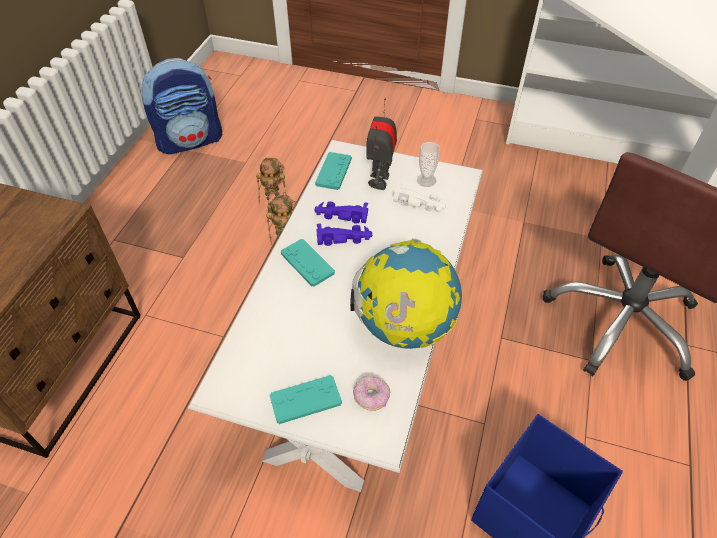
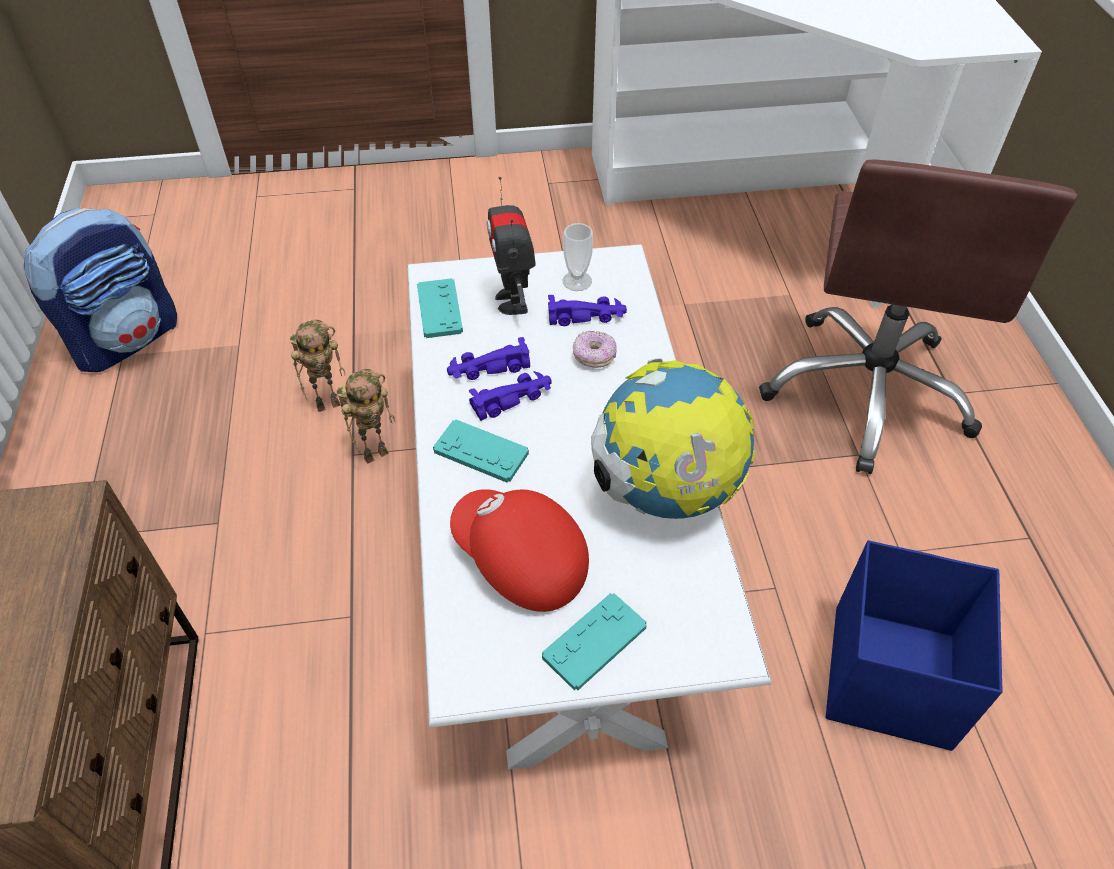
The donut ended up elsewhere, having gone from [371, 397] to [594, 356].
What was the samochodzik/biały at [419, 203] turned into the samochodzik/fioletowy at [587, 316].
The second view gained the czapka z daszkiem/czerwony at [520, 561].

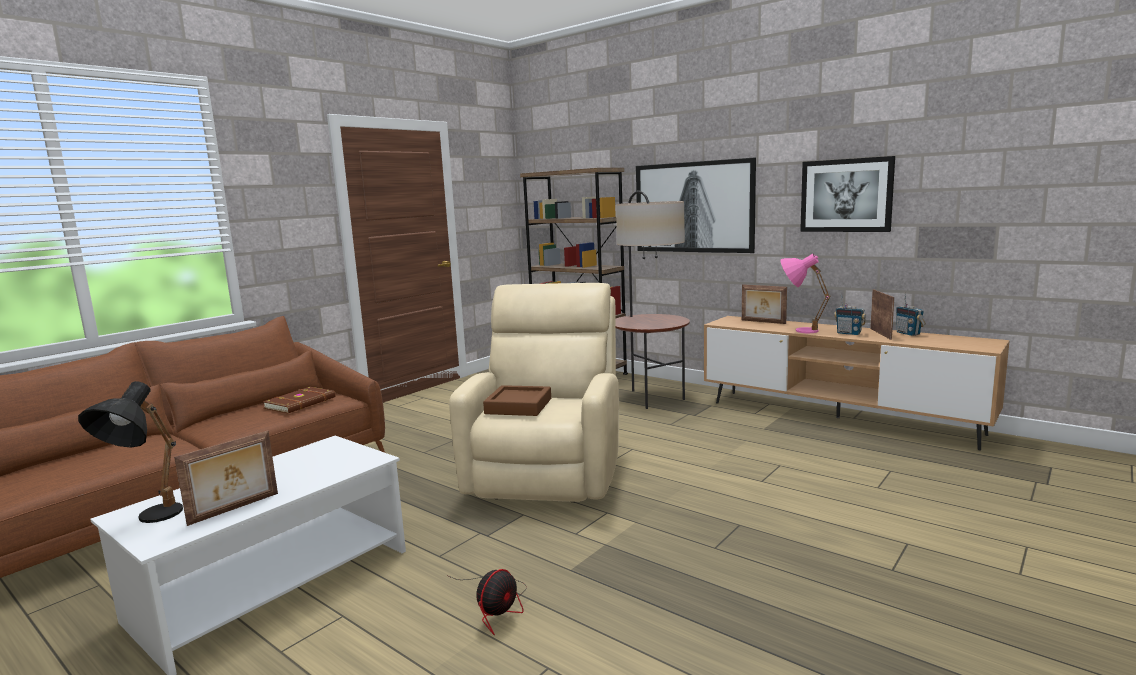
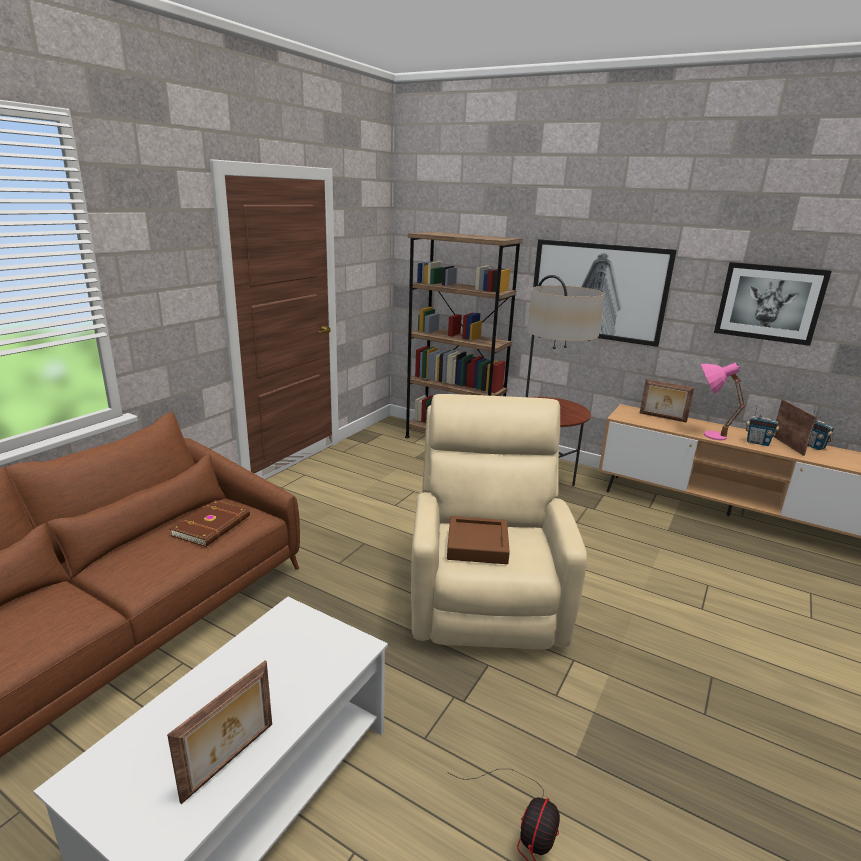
The second view lost the lampa stołowa/czarny at [148, 520].

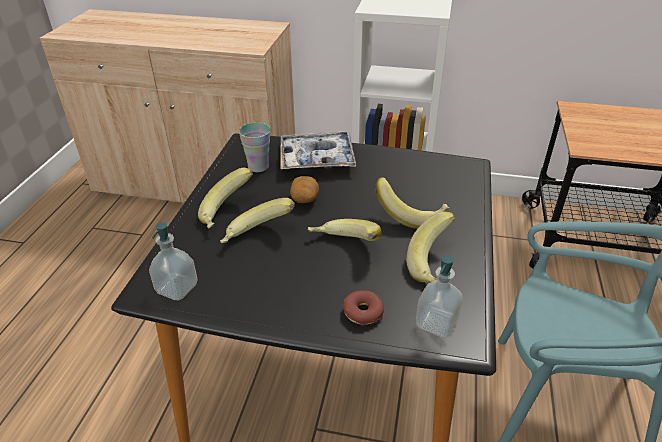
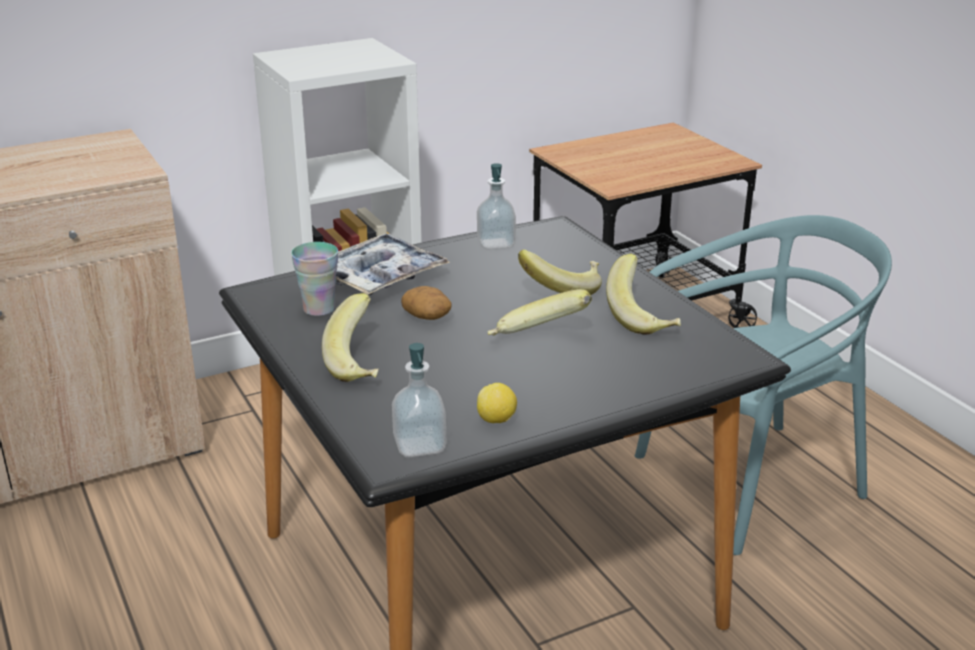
The second view lost the banan at [258, 237].
The second view lost the donut at [363, 312].
The dozownik mydła ended up elsewhere, having gone from [436, 323] to [496, 243].
The second view gained the cytryna at [496, 420].

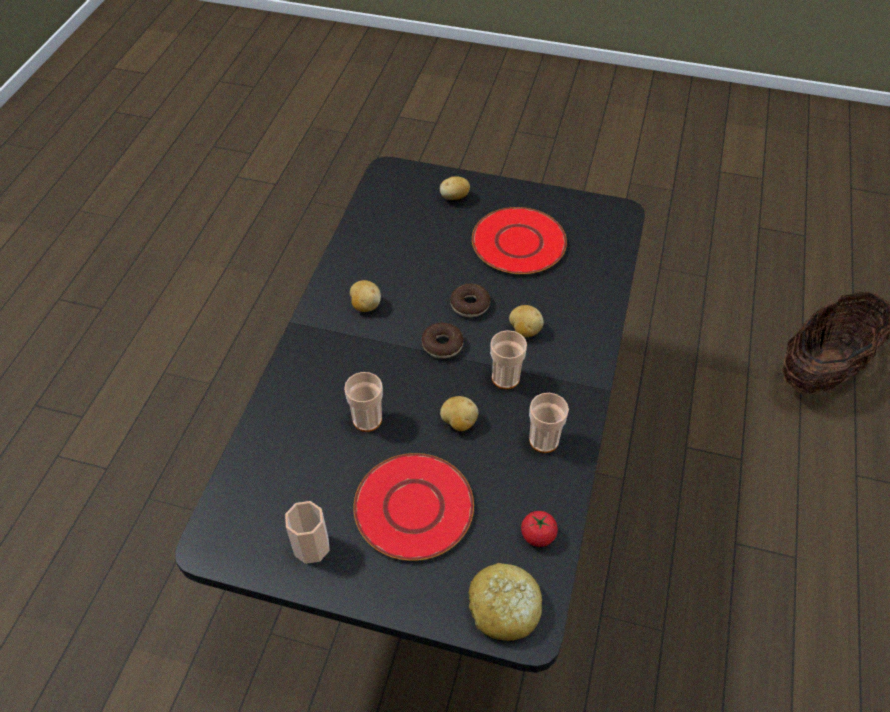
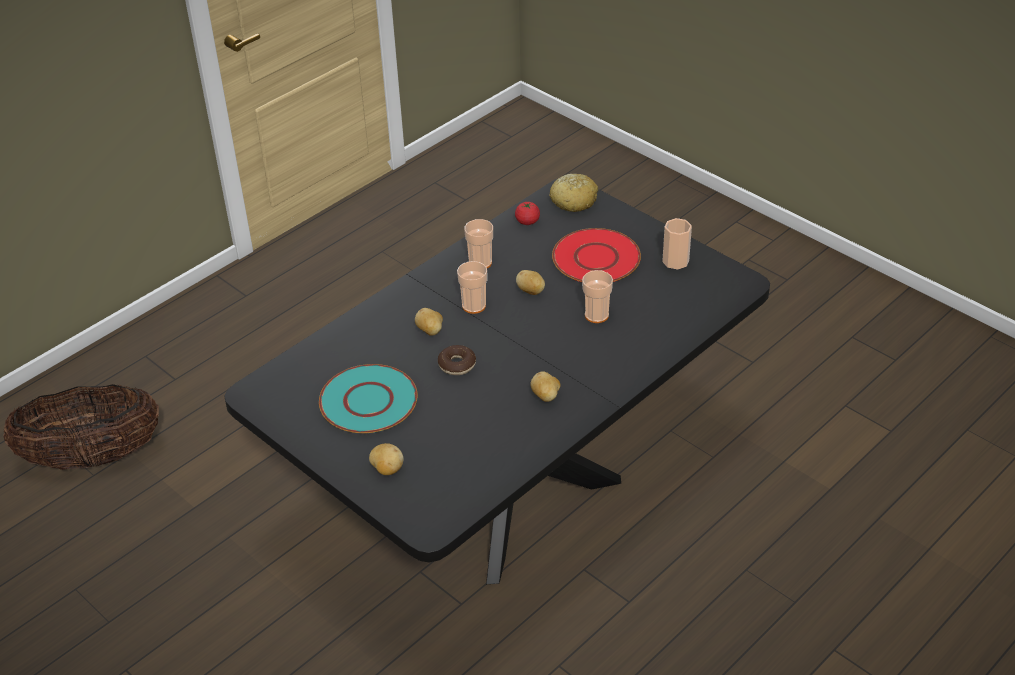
The second view lost the donut at [442, 345].
What was the talerz/czerwony at [519, 243] turned into the talerz/turkusowy at [368, 400].

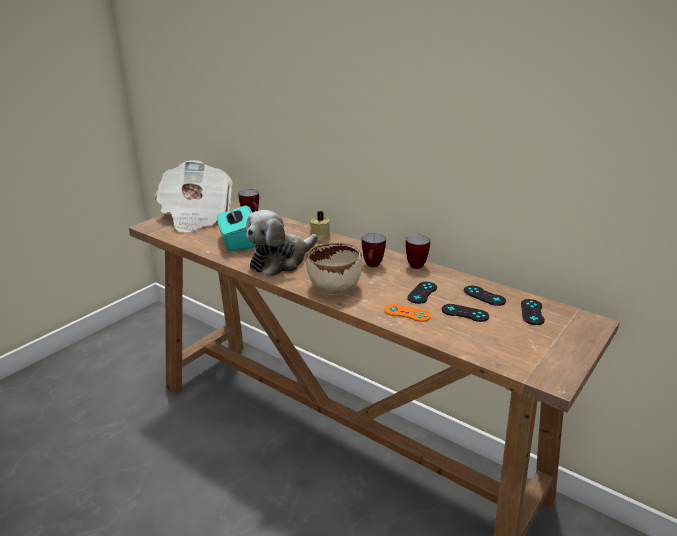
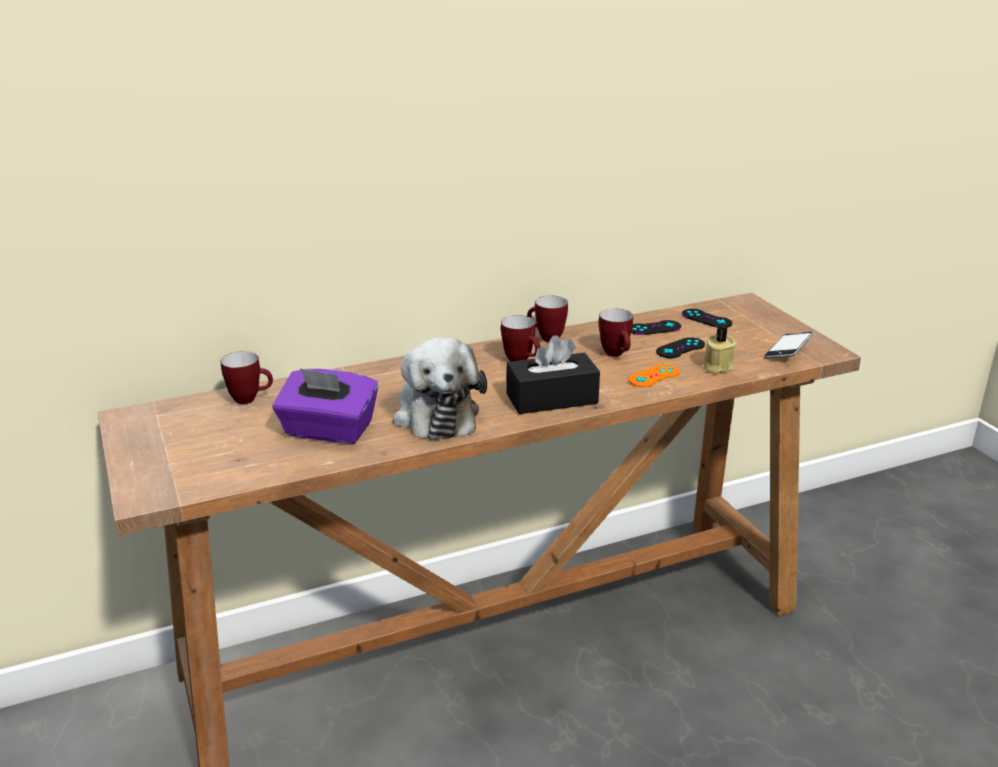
The second view lost the gazeta at [196, 216].
What was the pudełko chusteczek/turkusowy at [237, 242] turned into the pudełko chusteczek/fioletowy at [328, 431].
Where the miska/beżowy stood at [334, 287], the pudełko chusteczek/czarny came to stand at [552, 399].
The świeca/beżowy ended up elsewhere, having gone from [319, 236] to [716, 367].
Where the pad do gier/czarny stood at [422, 293], the kubek came to stand at [617, 355].
The second view gained the telefon at [788, 350].

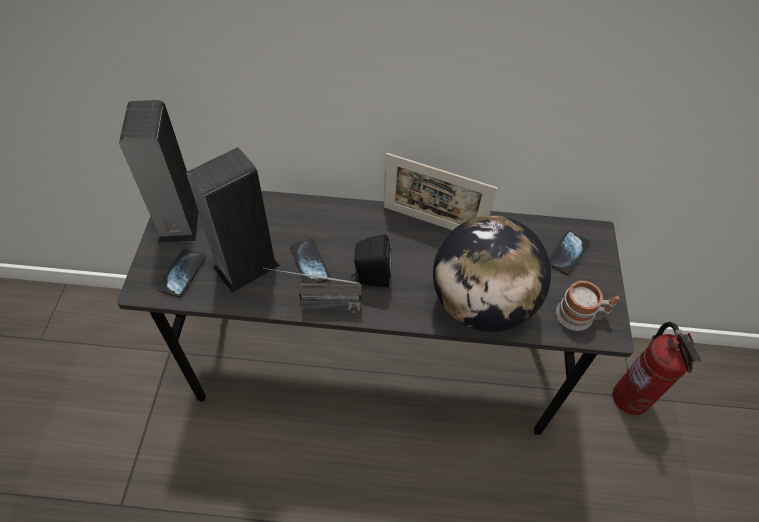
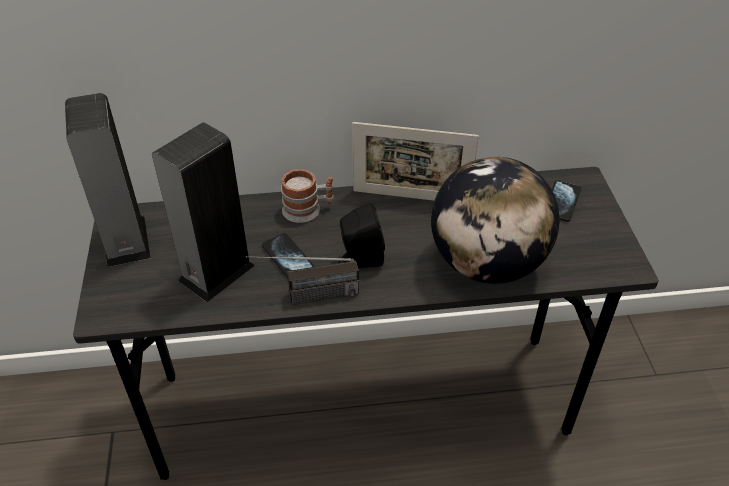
The second view lost the telefon at [182, 273].
The kubek ended up elsewhere, having gone from [581, 315] to [308, 209].
The second view lost the gaśnica at [631, 398].

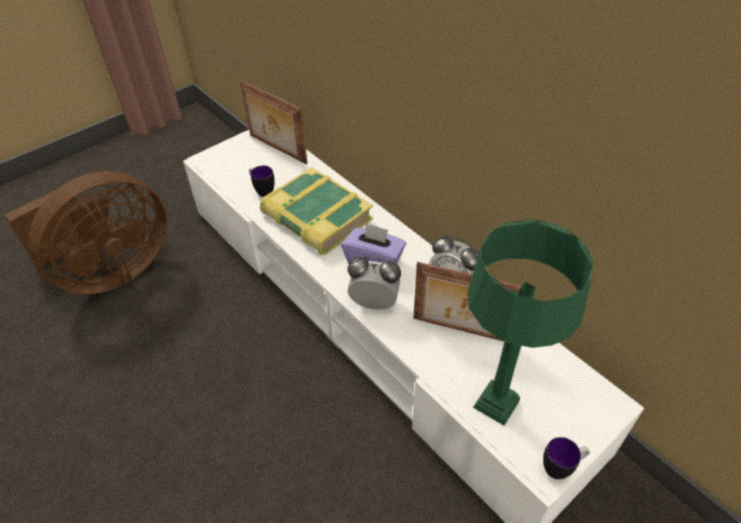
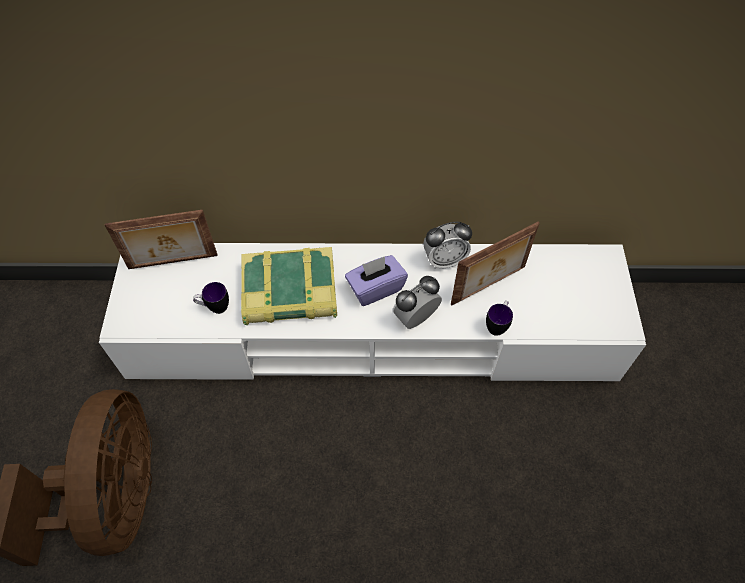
The second view lost the lampa stołowa/zielony at [497, 403].
The kubek ended up elsewhere, having gone from [561, 467] to [497, 325].

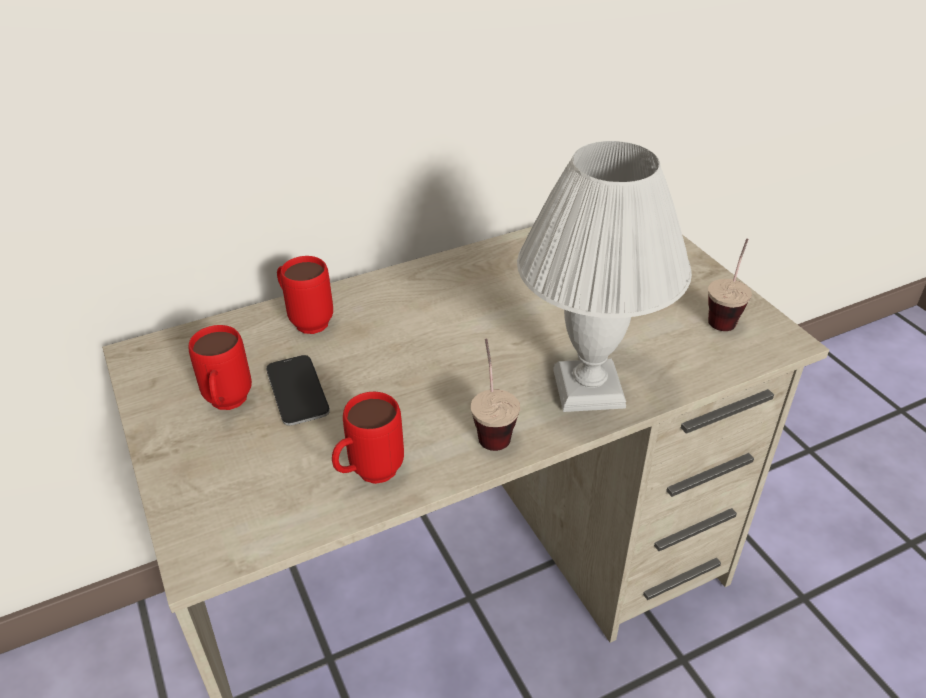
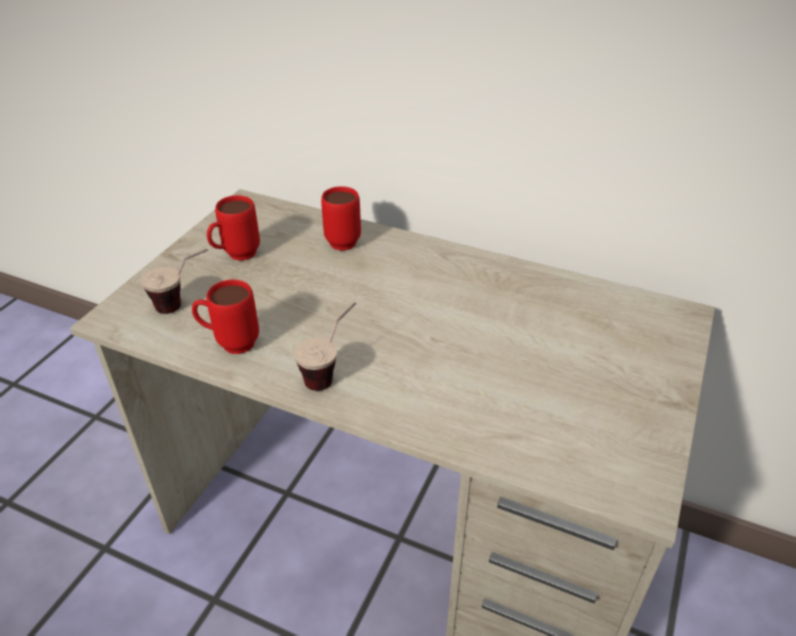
The second view lost the telefon at [297, 391].
The second view lost the lampa stołowa/biały at [586, 389].
The filiżanka ended up elsewhere, having gone from [725, 314] to [184, 304].

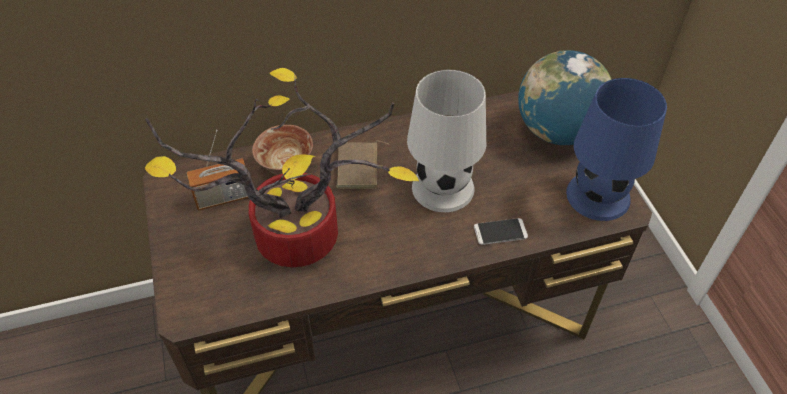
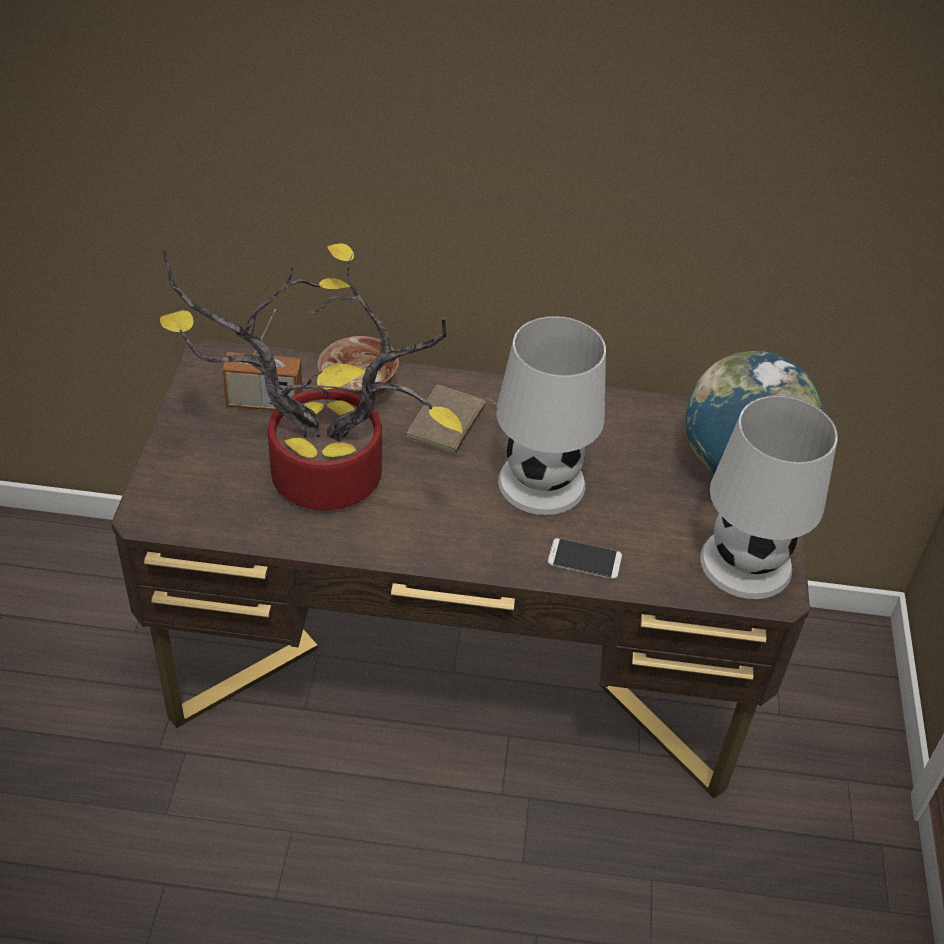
What was the lampa stołowa/niebieski at [599, 196] turned into the lampa stołowa/biały at [747, 564].

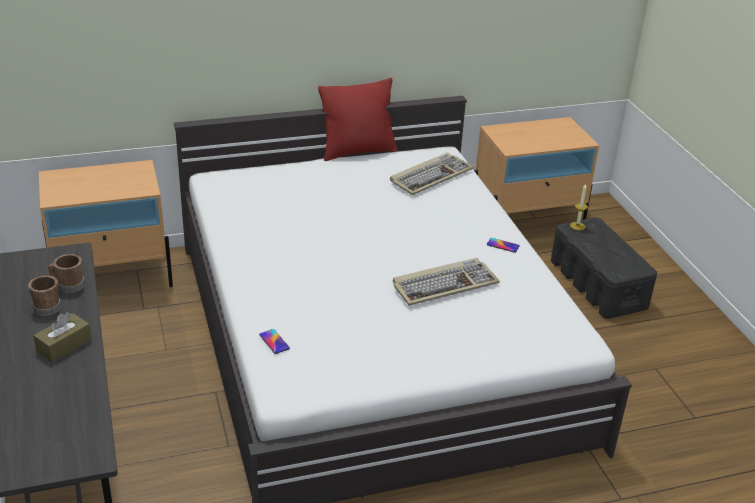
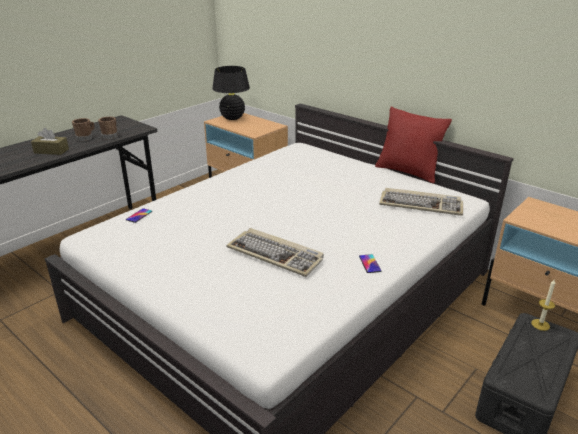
The second view gained the lampa stołowa/czarny at [232, 118].

